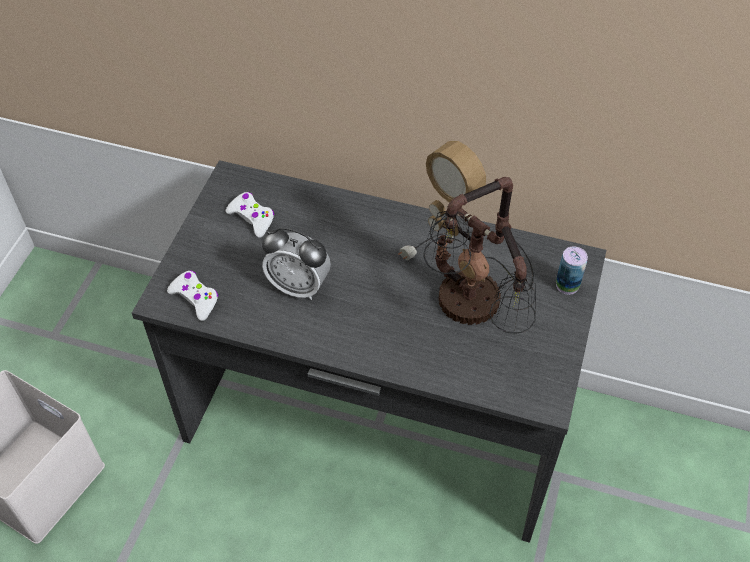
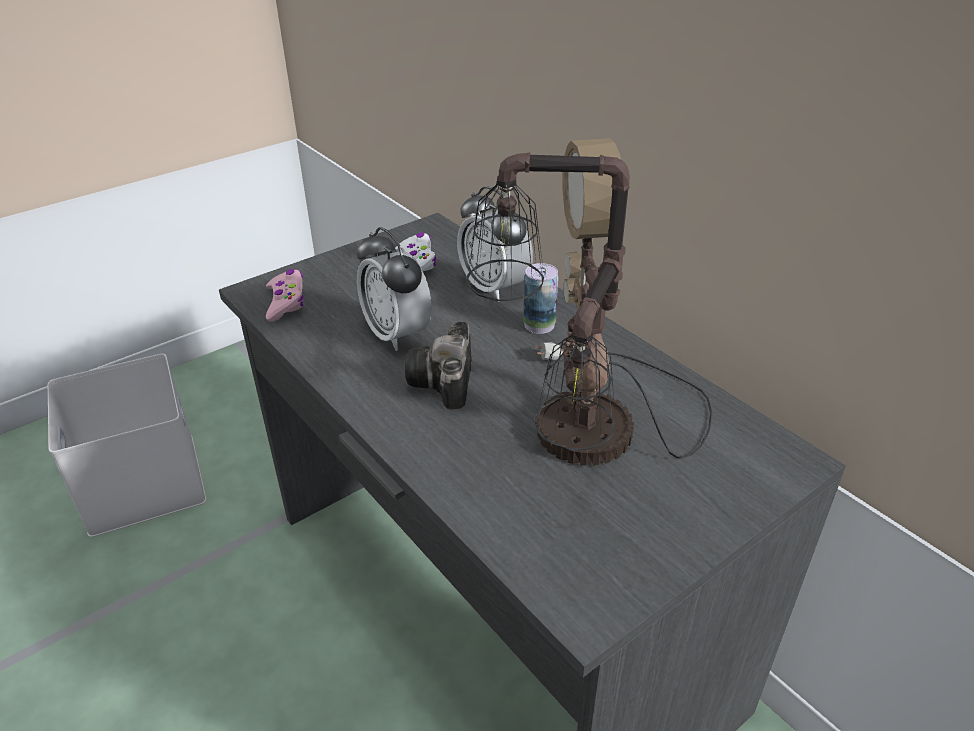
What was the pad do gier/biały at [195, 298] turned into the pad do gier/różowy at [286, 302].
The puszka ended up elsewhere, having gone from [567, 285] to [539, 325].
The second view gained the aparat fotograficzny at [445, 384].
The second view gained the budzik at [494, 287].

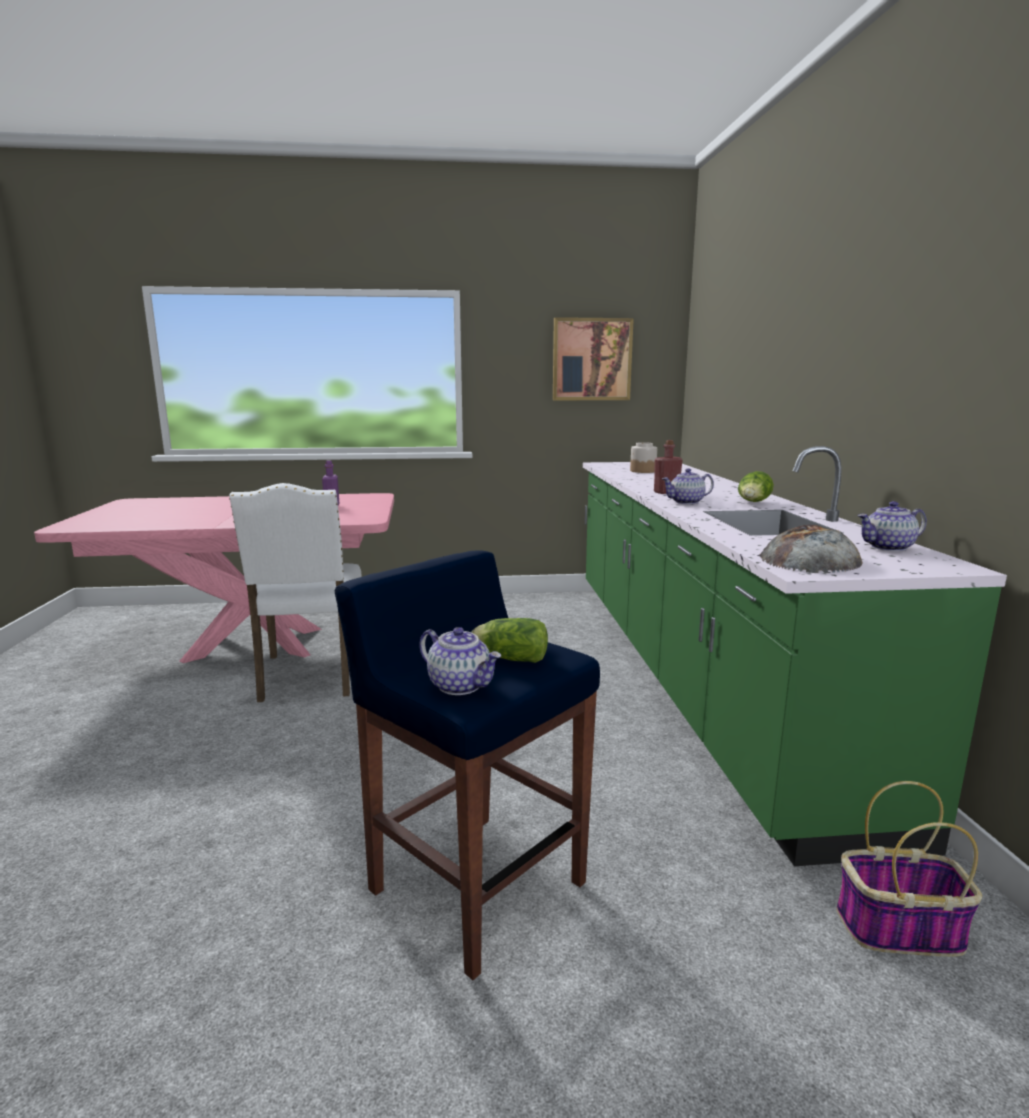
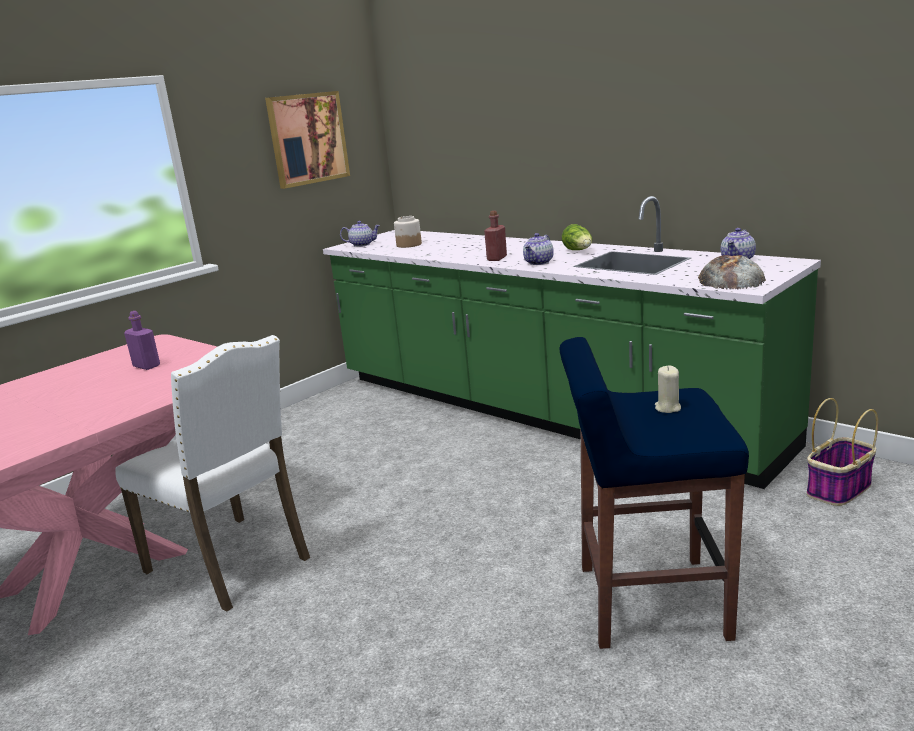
The imbryk ended up elsewhere, having gone from [460, 685] to [362, 244].
Where the sałata stood at [508, 658], the świeca/beżowy came to stand at [667, 408].

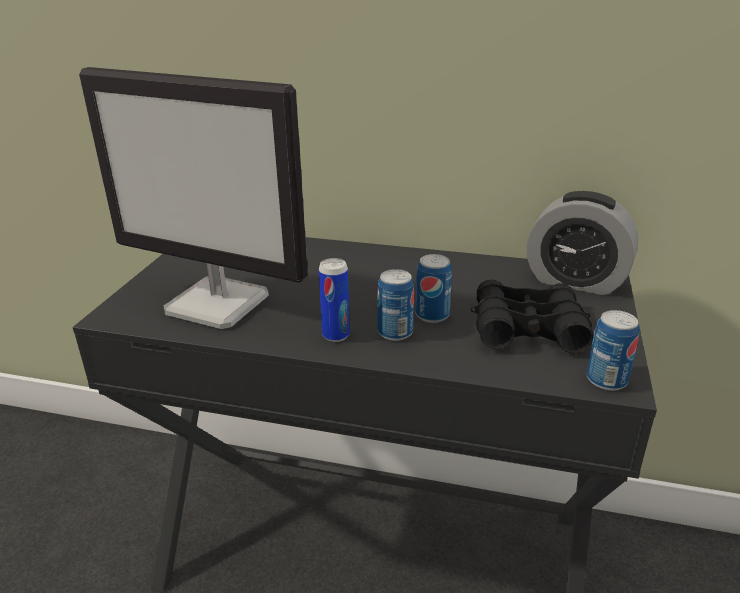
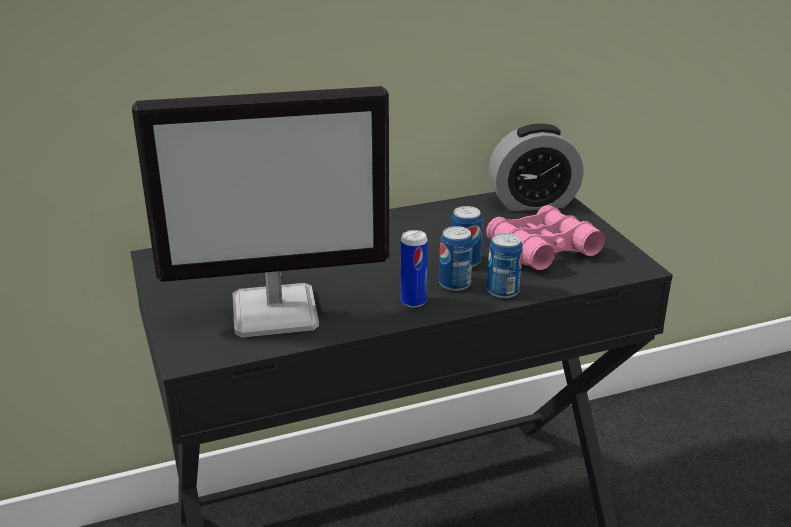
What was the lornetka/czarny at [527, 329] turned into the lornetka/różowy at [542, 249].
The puszka ended up elsewhere, having gone from [606, 380] to [503, 291].

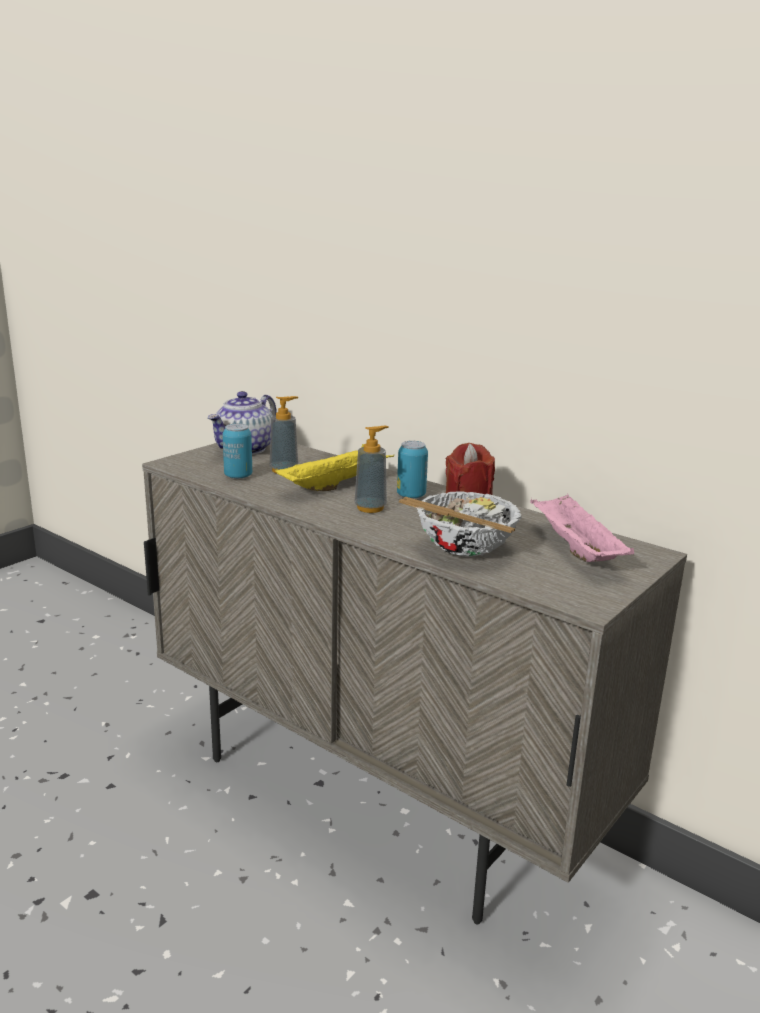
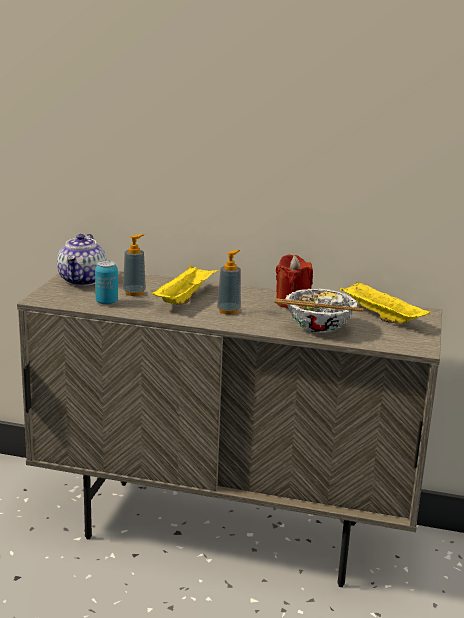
The second view lost the puszka at [411, 495].
What was the taca/różowy at [574, 548] turned into the taca/żółty at [380, 317].

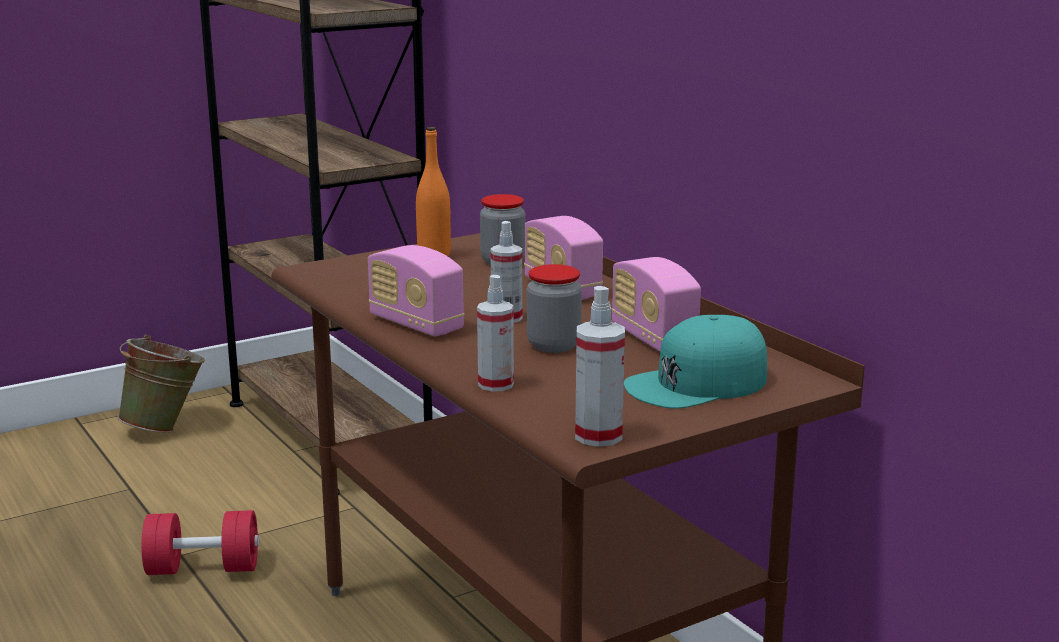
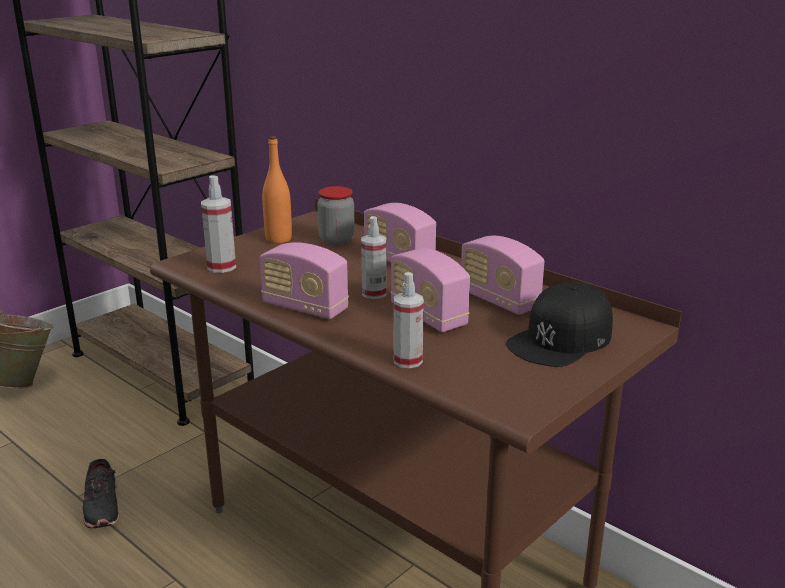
Where the hantel/czerwony stood at [203, 569], the but/czarny came to stand at [101, 506].
Where the słoik stood at [553, 345], the radio came to stand at [428, 316].
The spryskiwacz ended up elsewhere, having gone from [598, 436] to [221, 267].
What was the czapka z daszkiem/turkusowy at [697, 383] turned into the czapka z daszkiem/czarny at [561, 339].

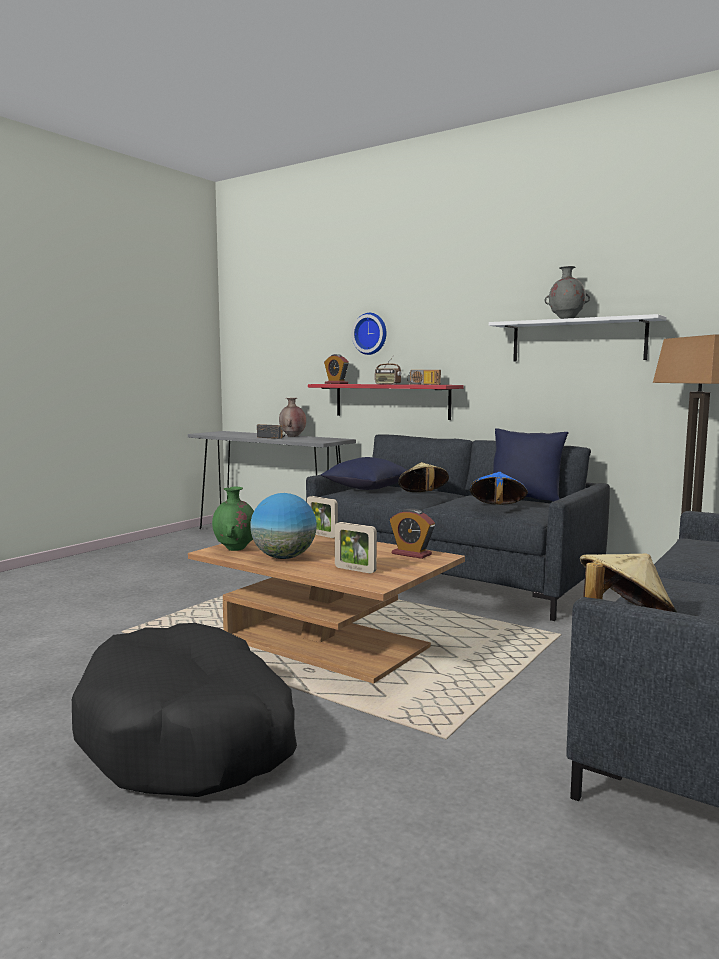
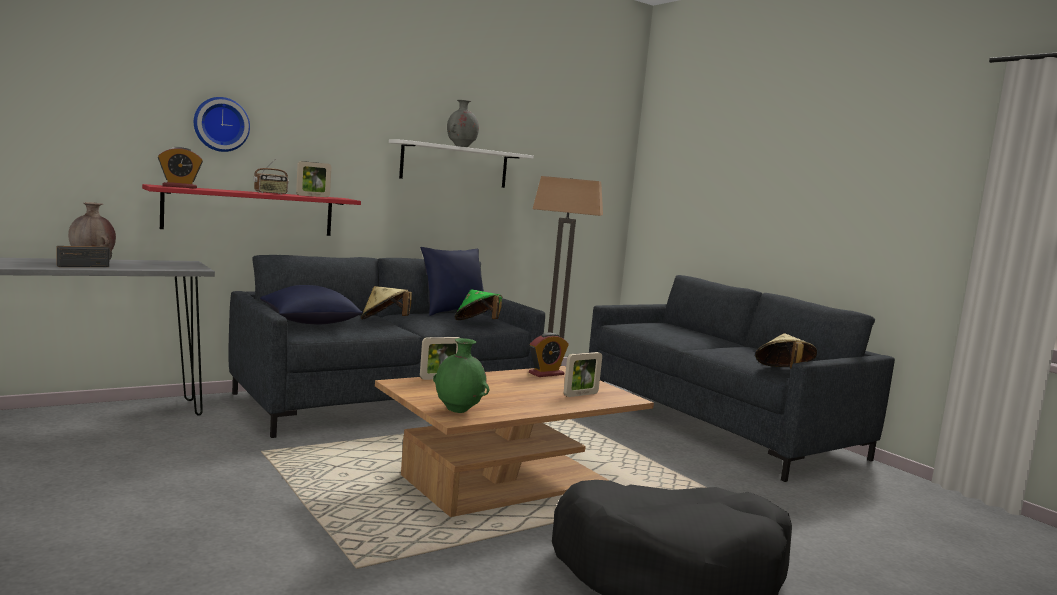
The second view lost the globus at [283, 557].
Where the radio stood at [422, 384], the ramka na zdjęcie came to stand at [313, 196].
What was the kapelusz/niebieski at [497, 508] turned into the kapelusz/zielony at [477, 323].

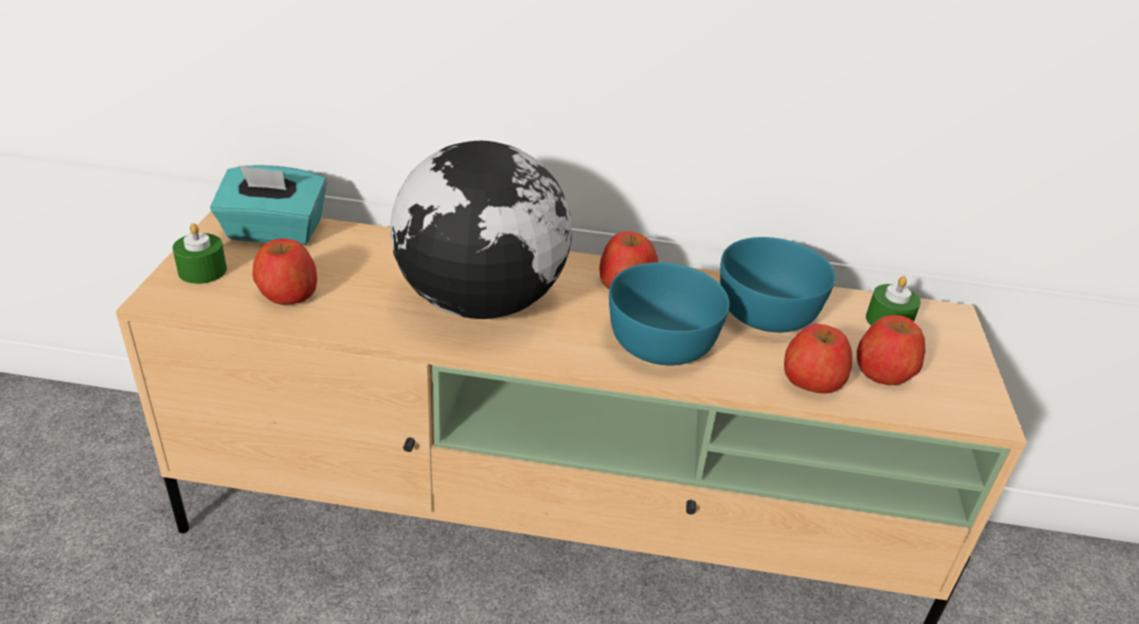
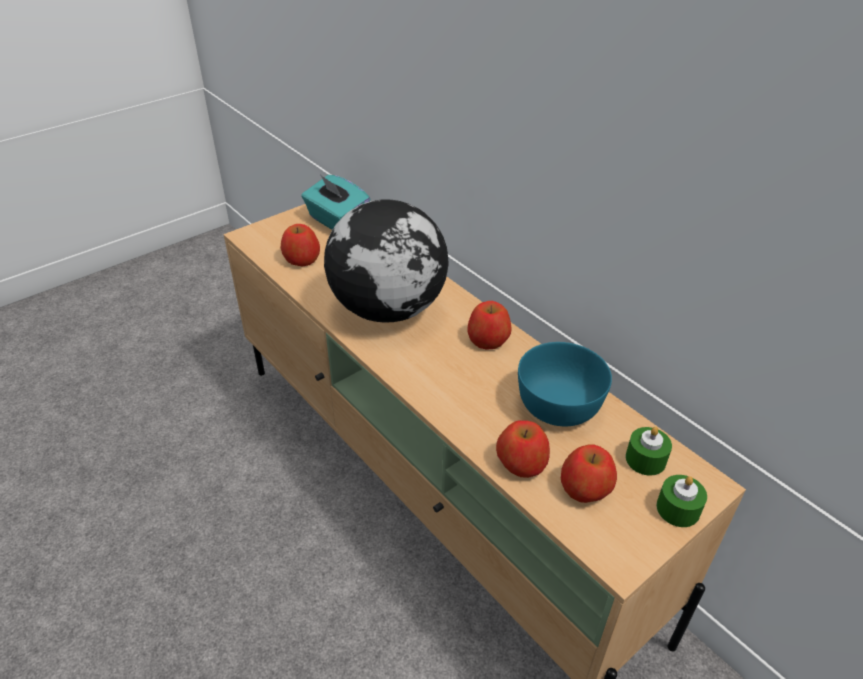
The świeca/zielony ended up elsewhere, having gone from [202, 270] to [678, 509].
The second view lost the miska/turkusowy at [661, 341].

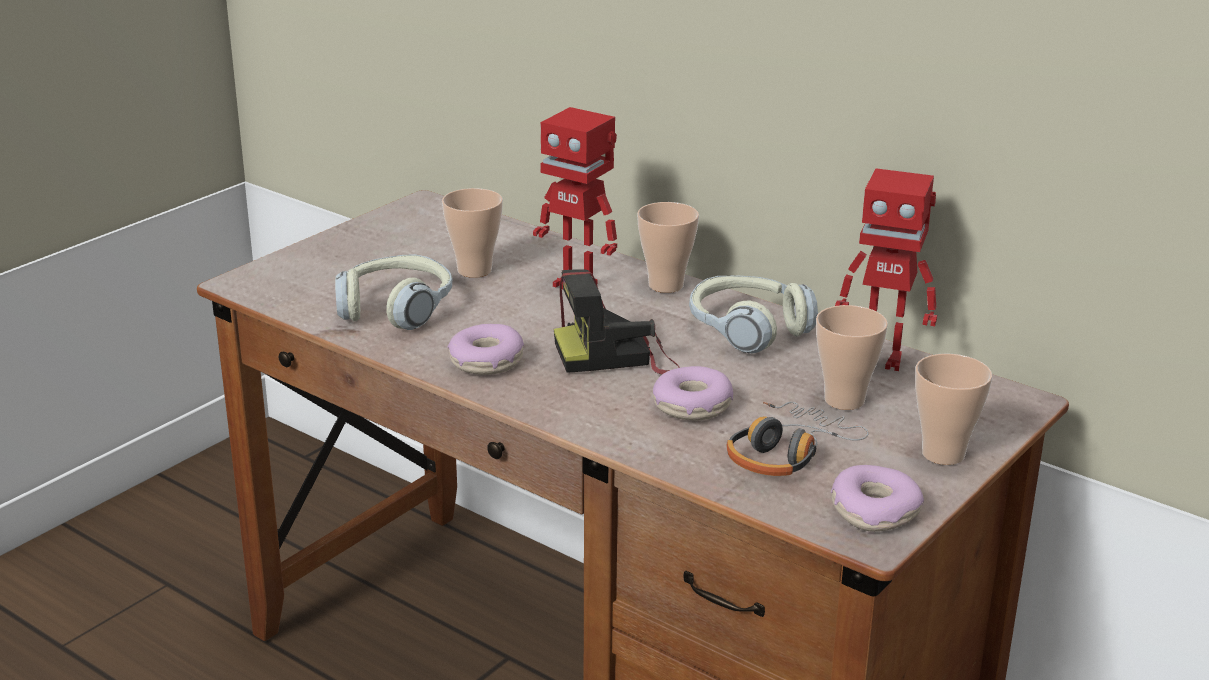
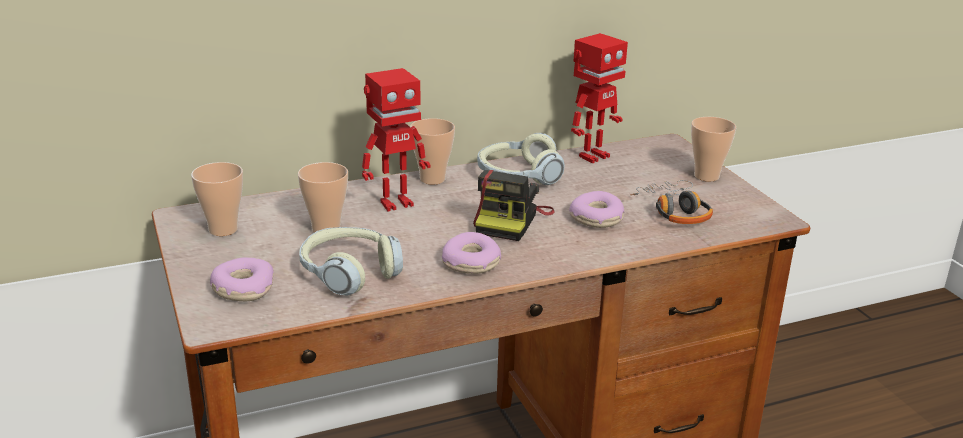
The filiżanka ended up elsewhere, having gone from [844, 400] to [223, 229].
The donut ended up elsewhere, having gone from [874, 511] to [243, 289].

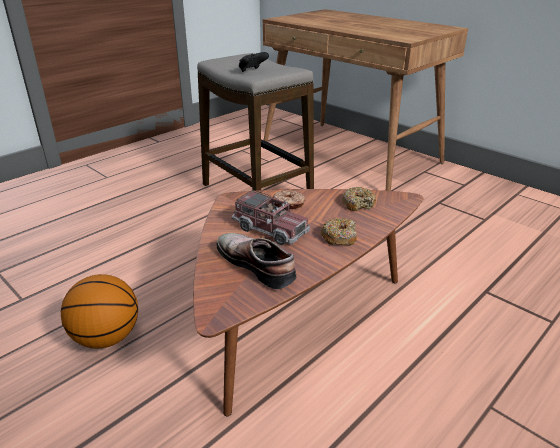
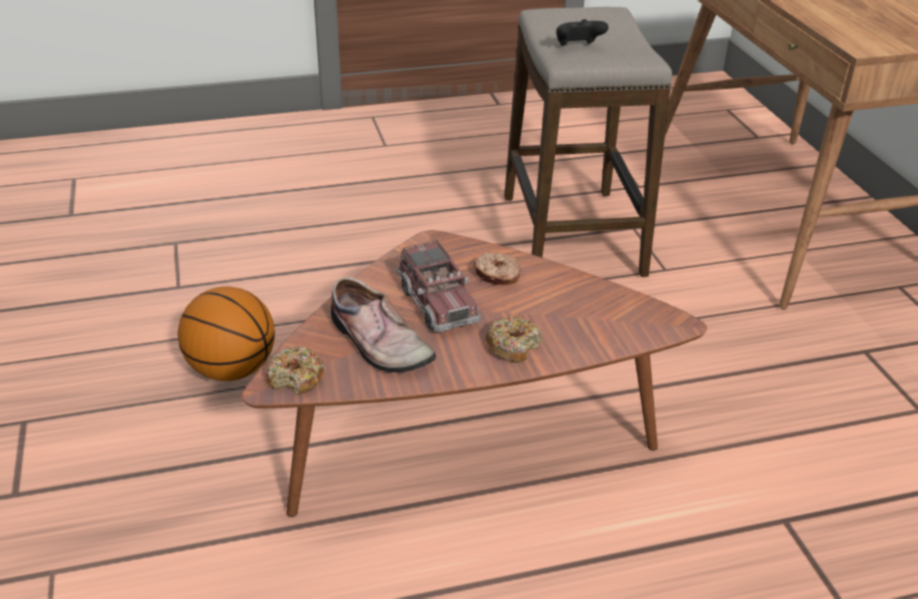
The but at [258, 264] ended up facing another way, 150 degrees clockwise from before.
The donut ended up elsewhere, having gone from [358, 204] to [296, 378].

